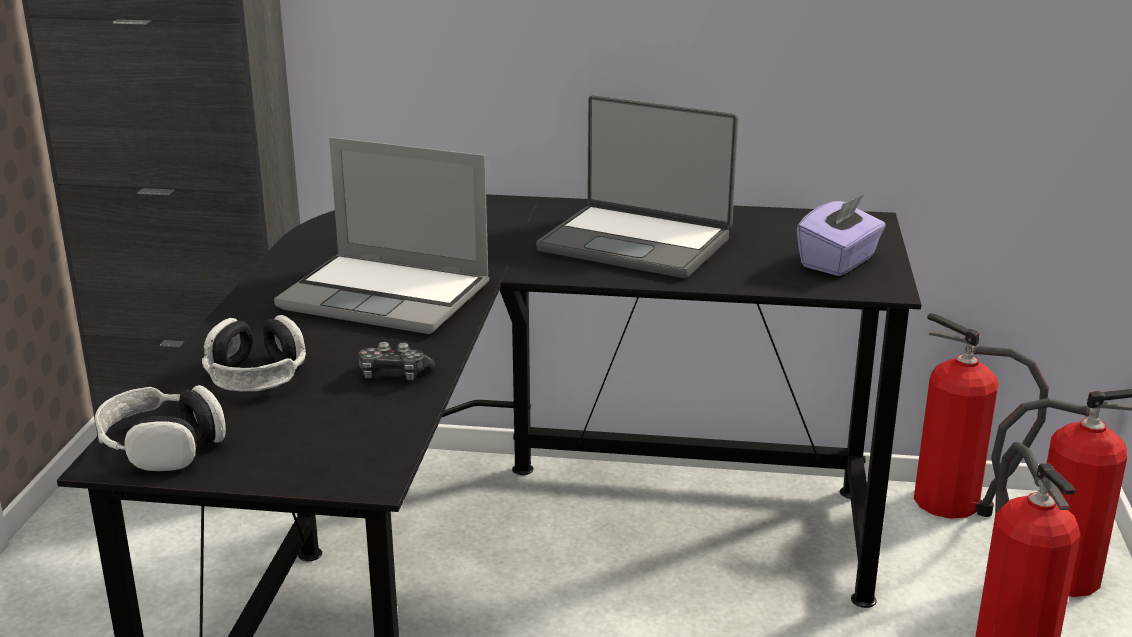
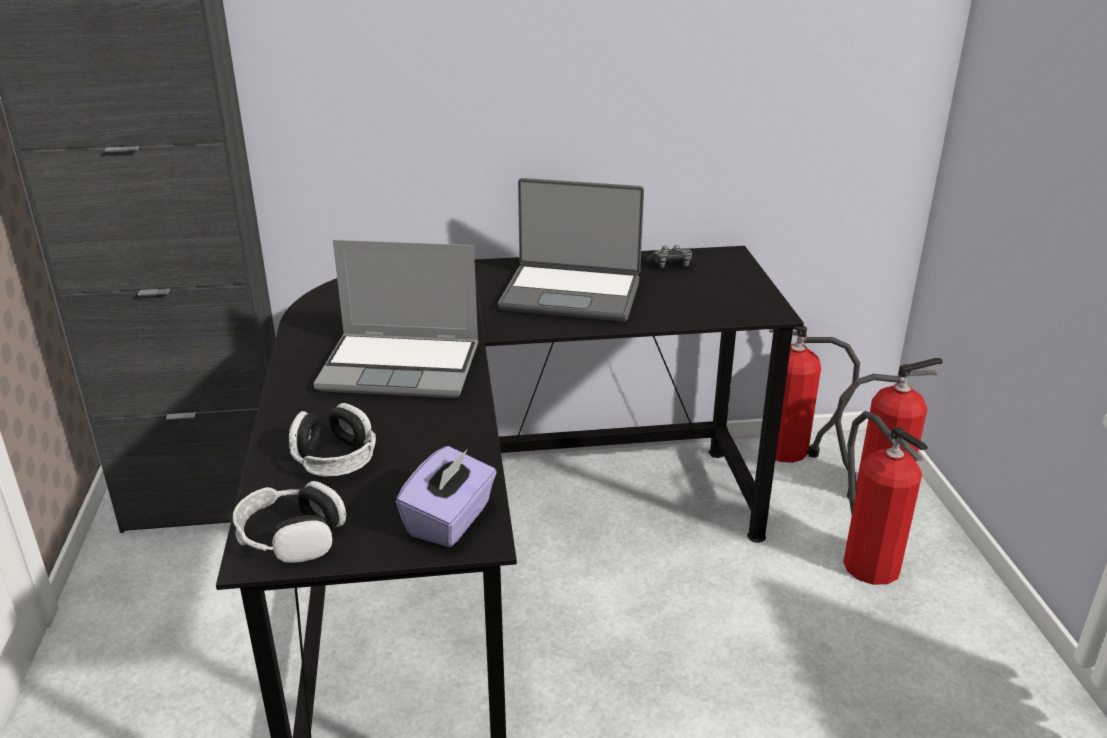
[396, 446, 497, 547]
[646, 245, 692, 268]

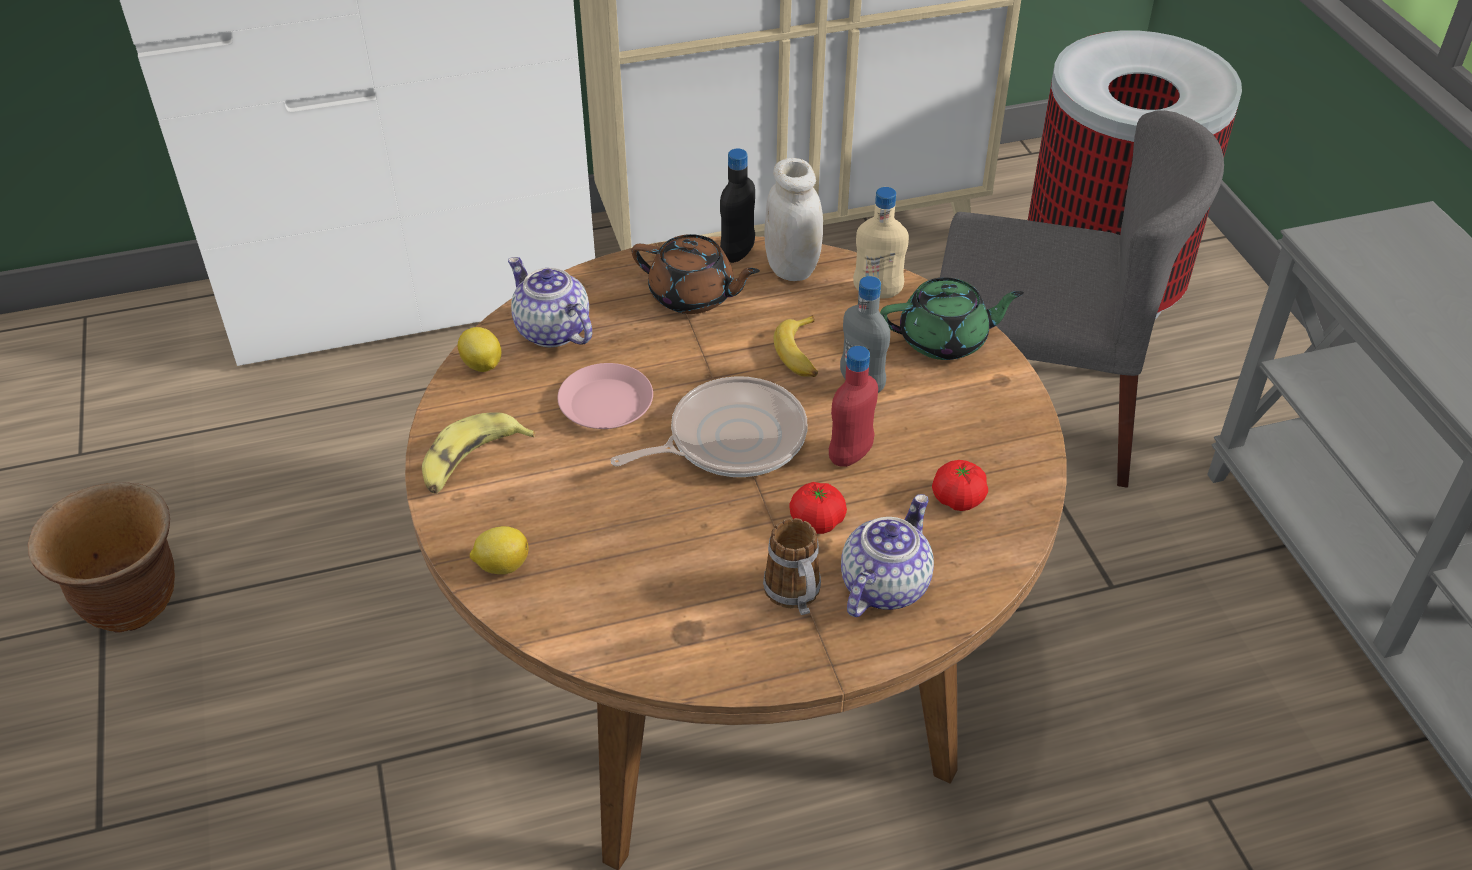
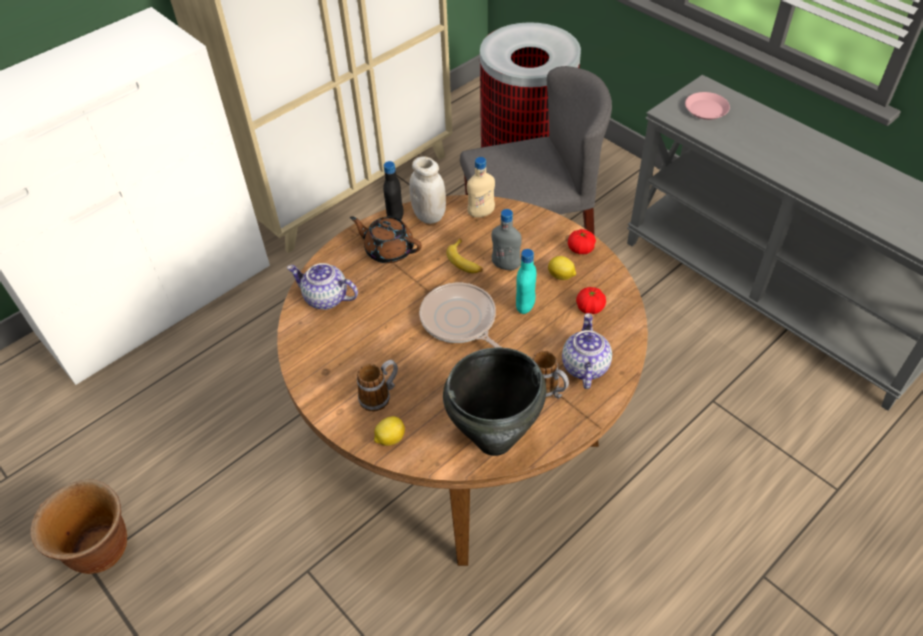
[350, 216, 422, 263]
[357, 360, 398, 412]
[419, 283, 502, 348]
[443, 348, 546, 456]
[516, 249, 536, 314]
[548, 256, 576, 280]
[568, 229, 596, 254]
[685, 92, 730, 120]
[422, 412, 535, 493] (first image)
[880, 278, 1024, 360] (first image)

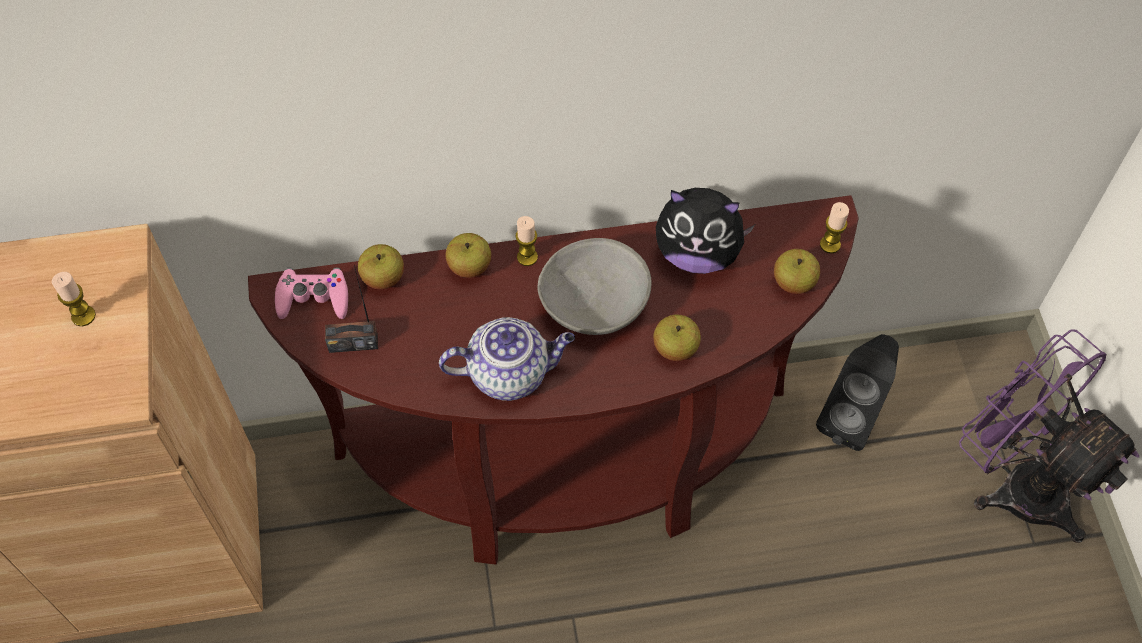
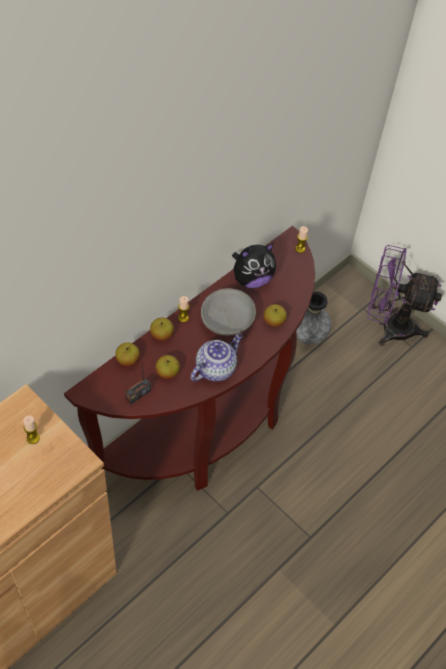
[156, 355, 180, 379]
[296, 291, 331, 344]
[275, 267, 348, 319] (first image)

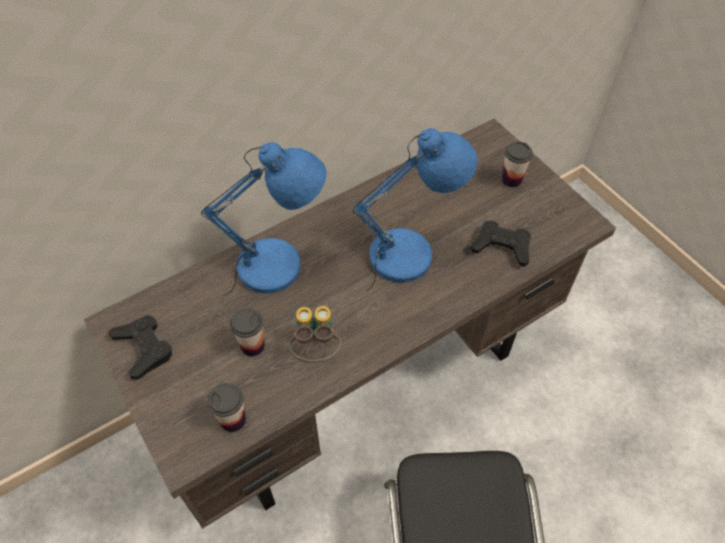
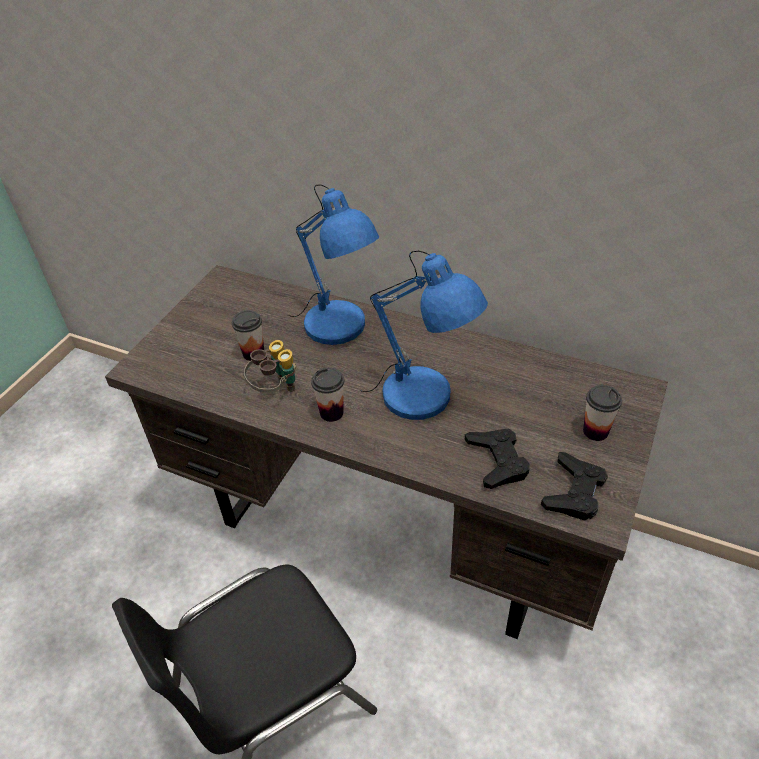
[311, 367, 344, 422]
[541, 452, 608, 520]

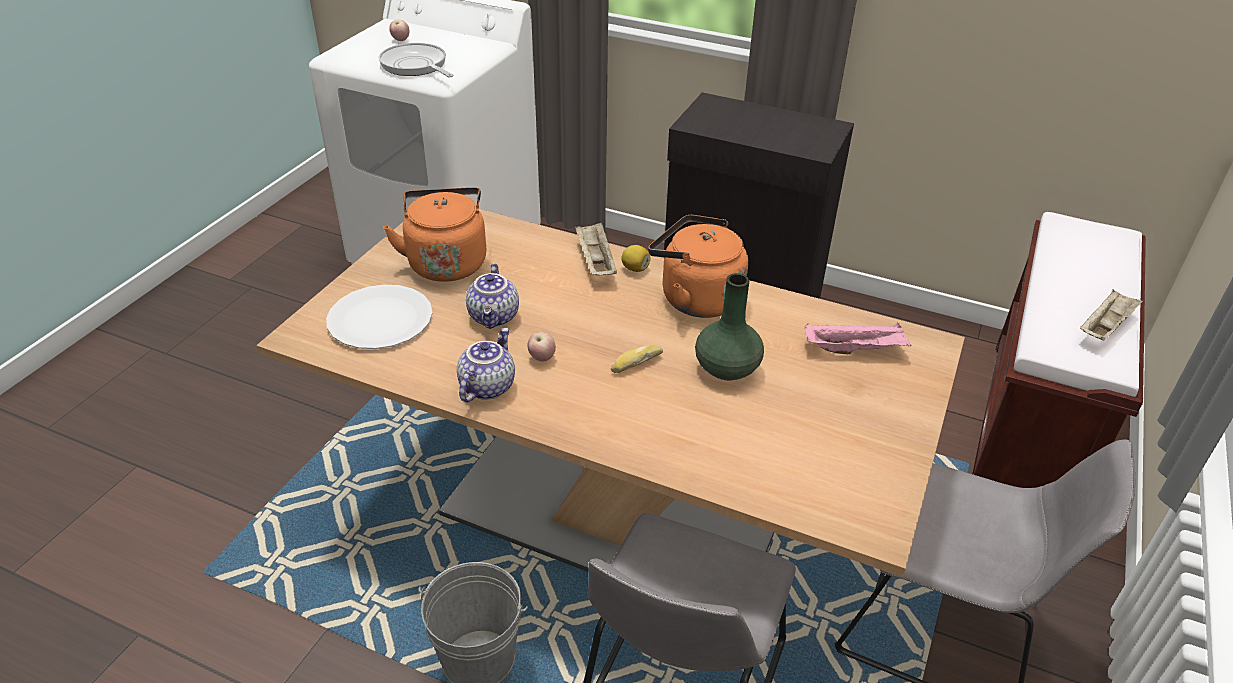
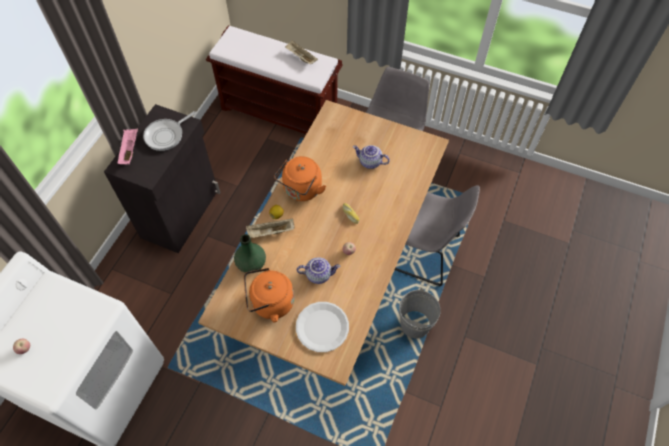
[117, 128, 138, 165]
[143, 111, 196, 151]
[234, 234, 266, 273]
[353, 145, 390, 169]

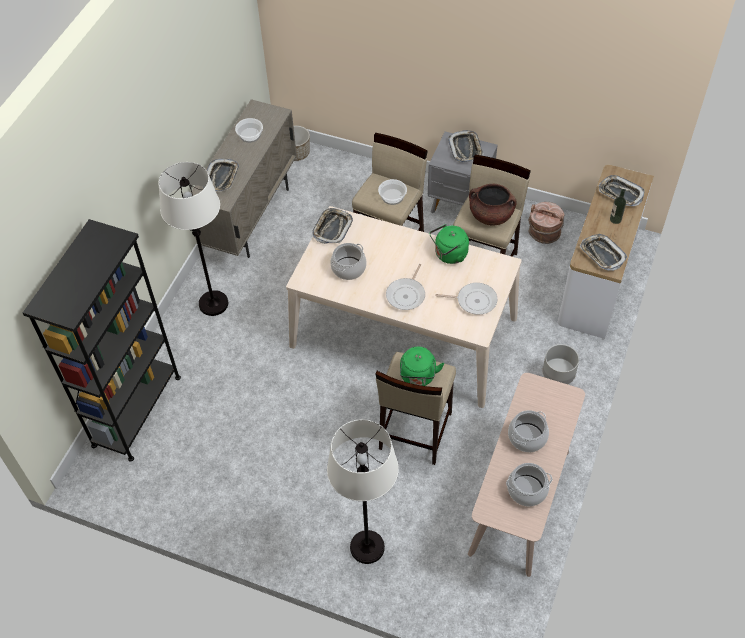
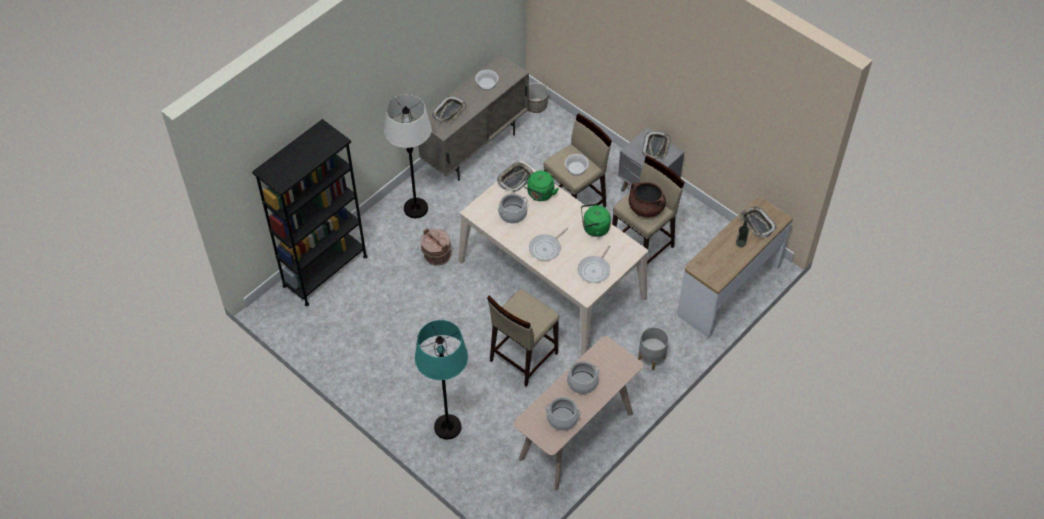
[415, 320, 468, 440]
[420, 228, 452, 266]
[524, 171, 559, 201]
[578, 245, 610, 283]
[580, 234, 627, 271] (first image)

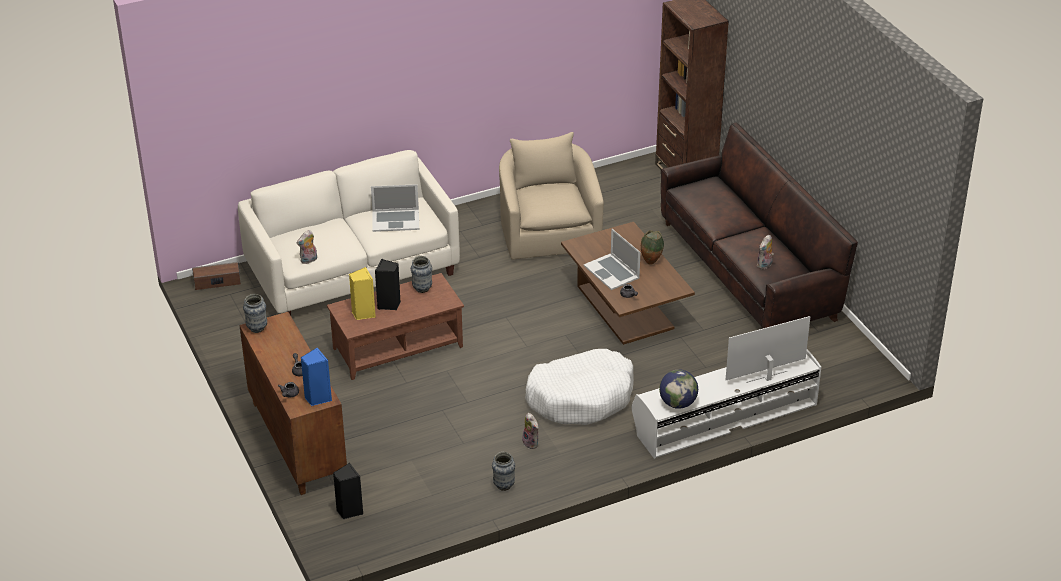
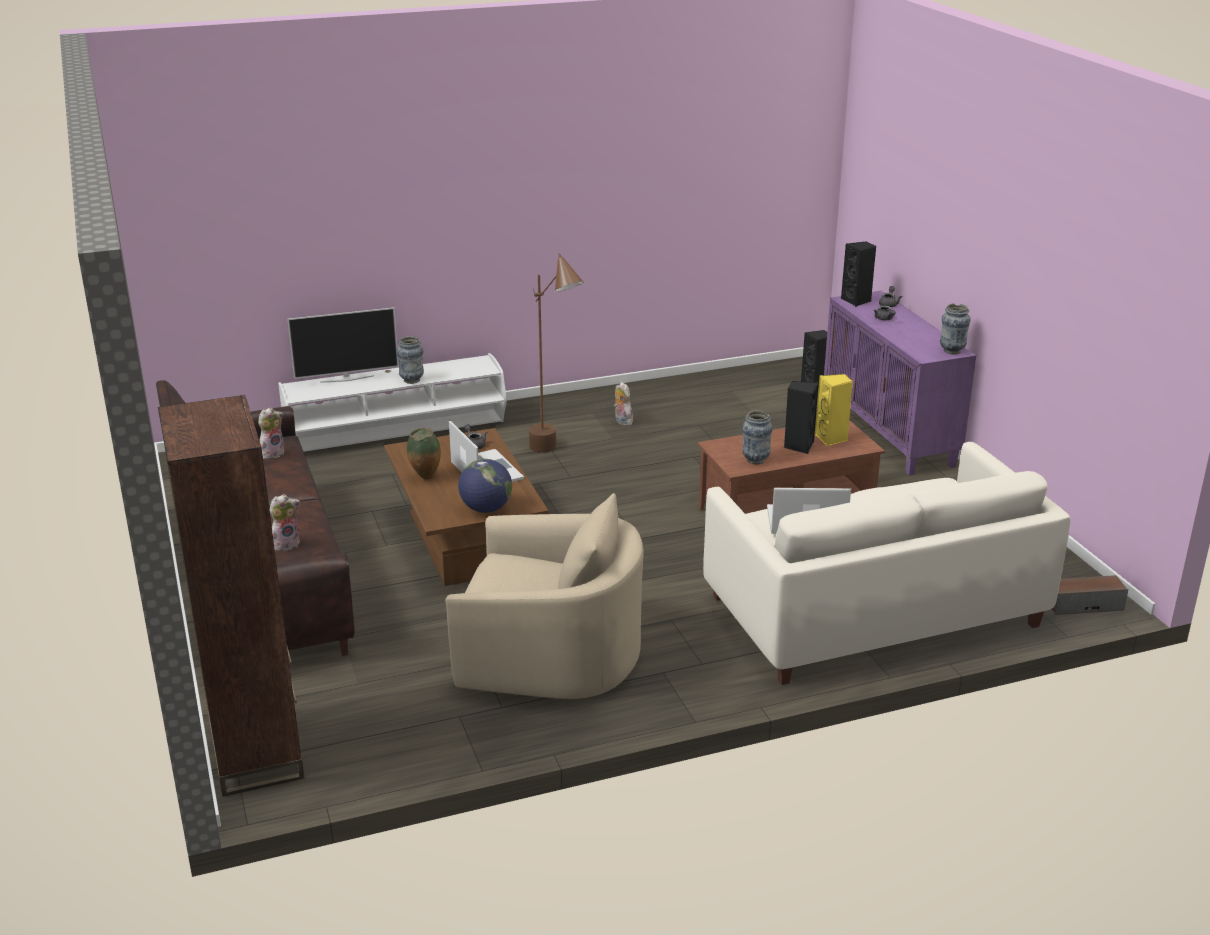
[270, 494, 300, 551]
[397, 336, 424, 384]
[445, 493, 644, 699]
[458, 459, 512, 513]
[529, 253, 583, 453]
[824, 291, 976, 476]
[841, 241, 876, 307]

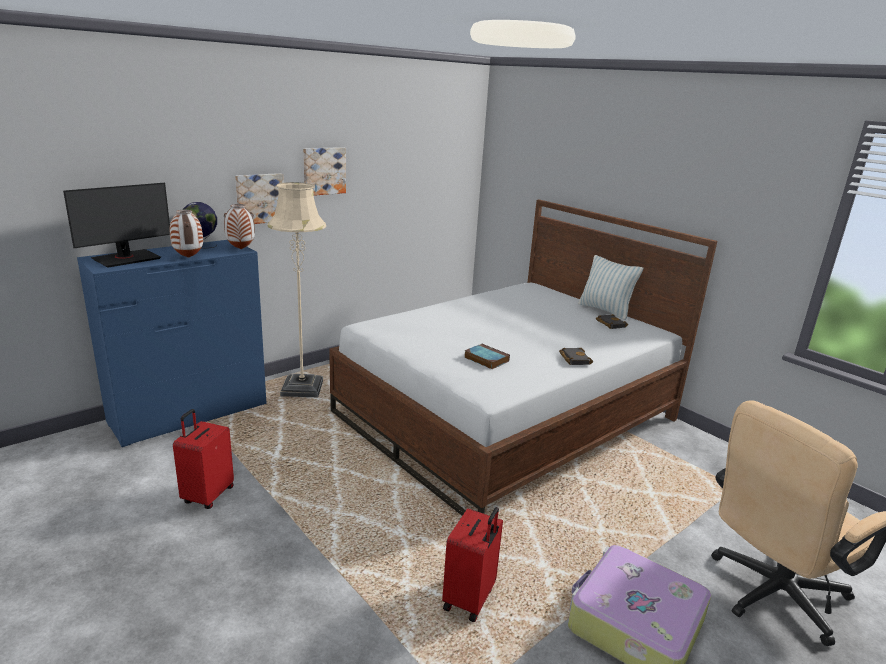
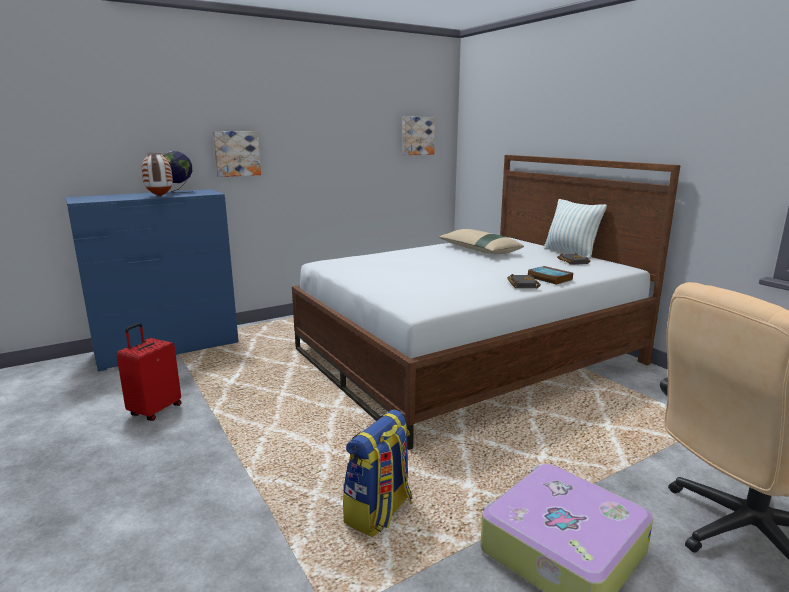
[343, 409, 412, 537]
[402, 117, 435, 155]
[439, 229, 524, 254]
[528, 266, 573, 285]
[63, 183, 170, 267] (first image)
[224, 204, 255, 249] (first image)
[268, 182, 326, 397] (first image)

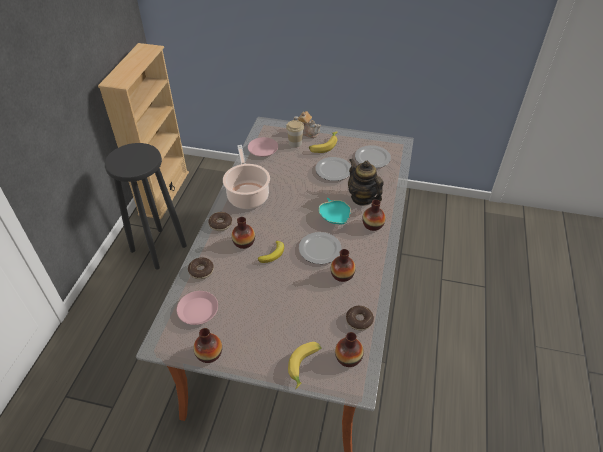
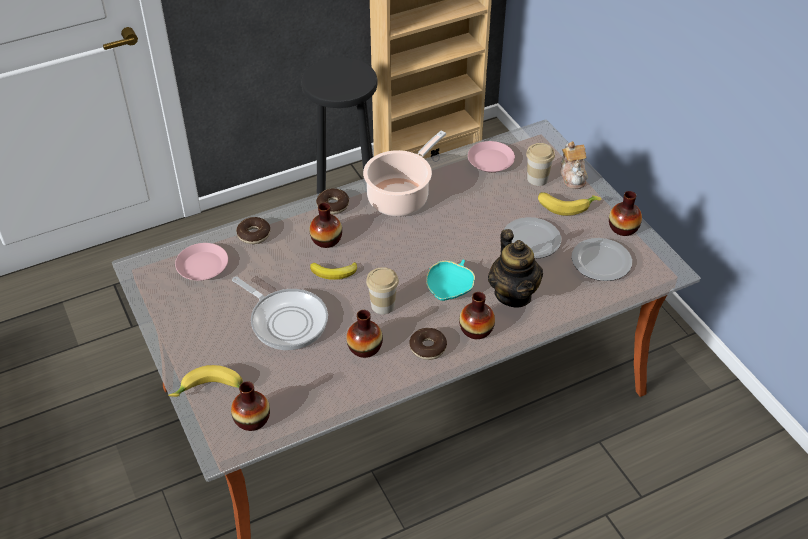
[232, 276, 328, 350]
[366, 267, 399, 314]
[409, 328, 447, 360]
[488, 229, 543, 308]
[609, 191, 642, 236]

